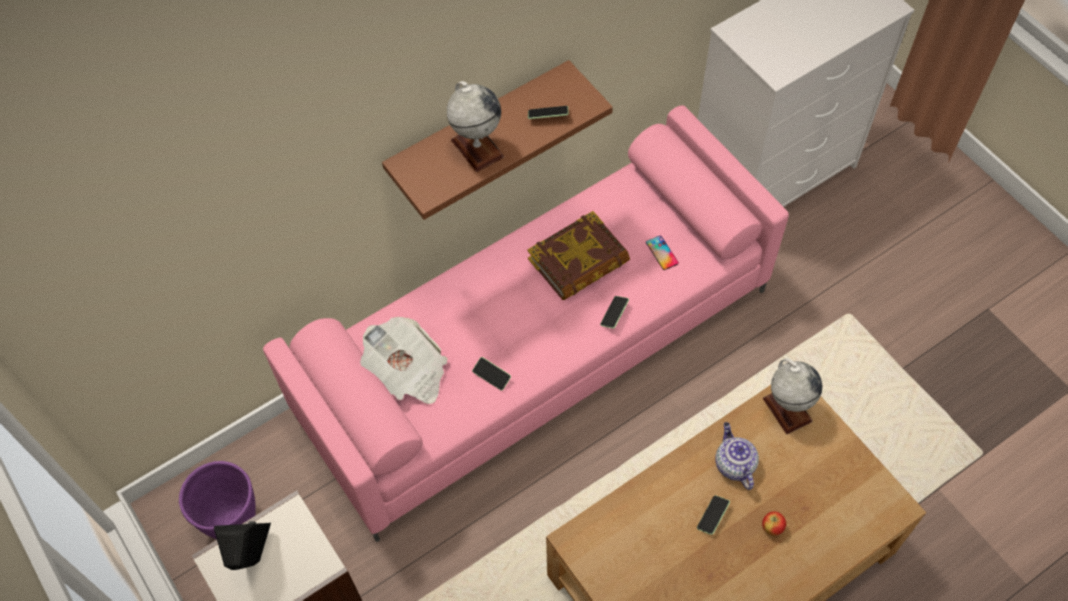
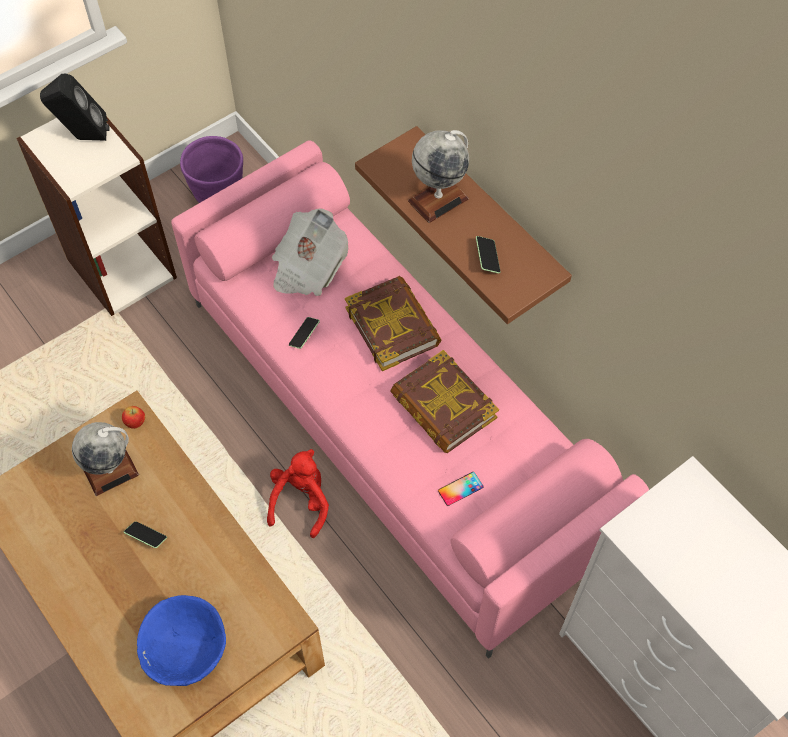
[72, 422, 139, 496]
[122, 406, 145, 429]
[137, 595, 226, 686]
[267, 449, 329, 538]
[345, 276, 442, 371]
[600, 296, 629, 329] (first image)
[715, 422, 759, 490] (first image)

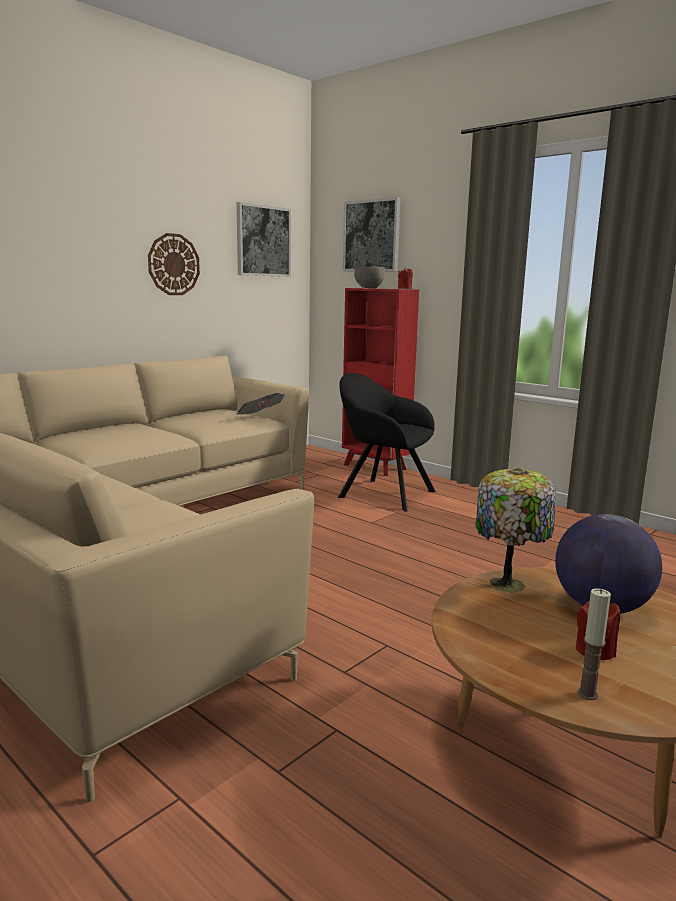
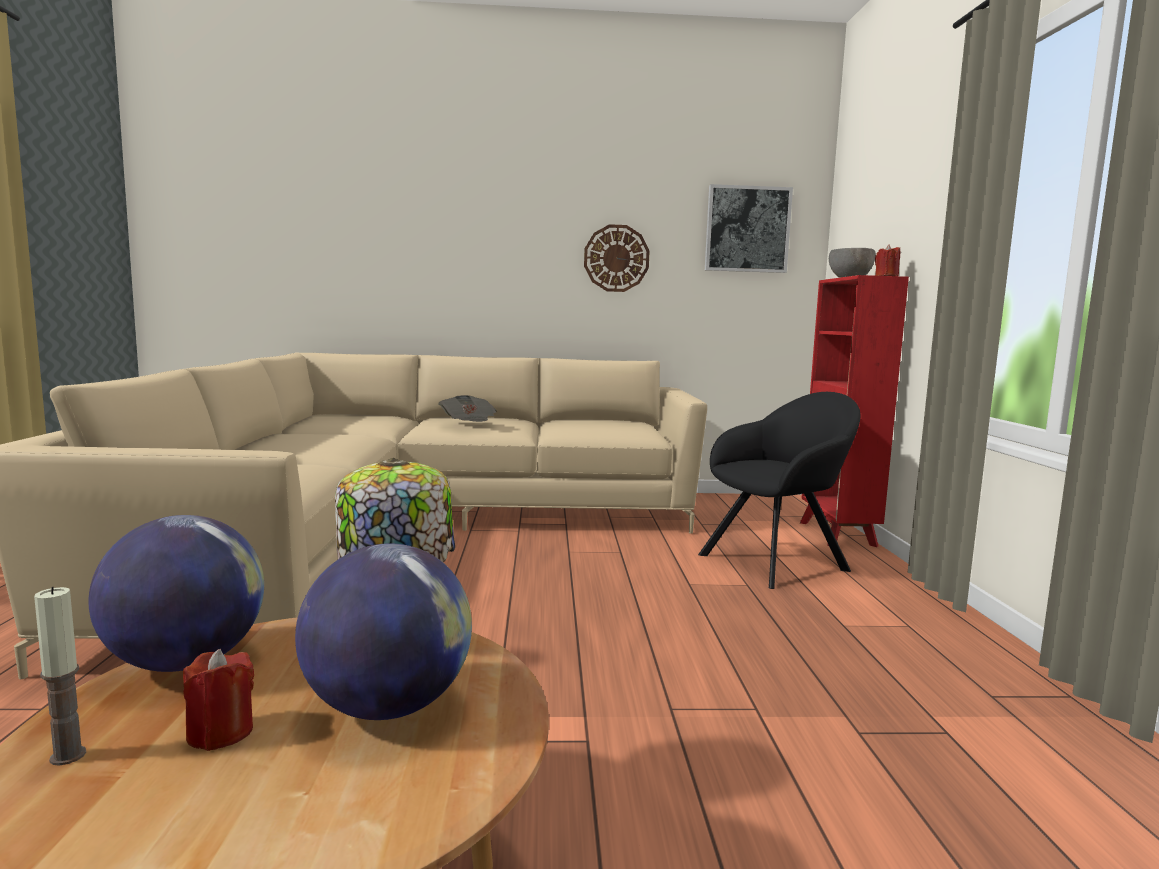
[88, 515, 264, 672]
[438, 395, 497, 422]
[698, 392, 861, 589]
[343, 197, 401, 271] (first image)

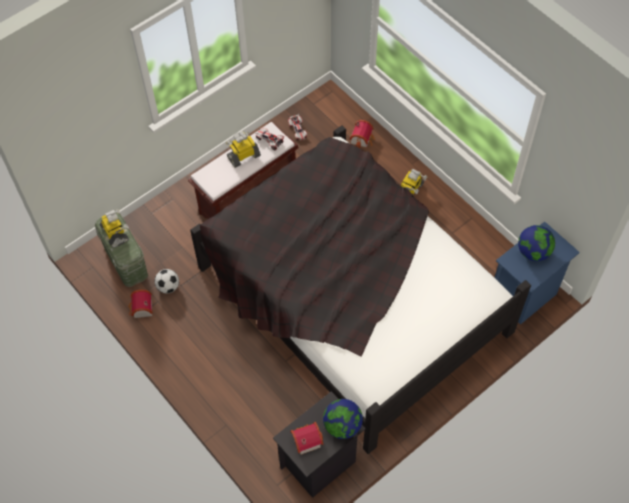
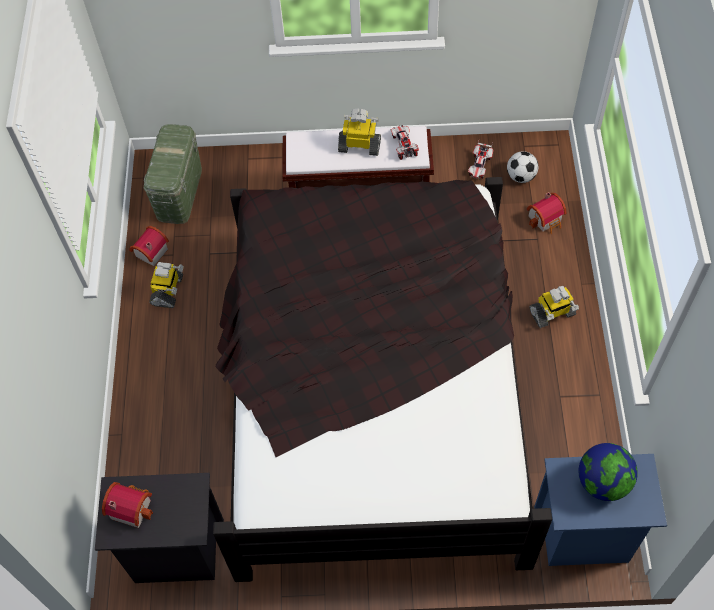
[149, 262, 184, 308]
[507, 151, 539, 183]
[323, 399, 363, 439] (first image)

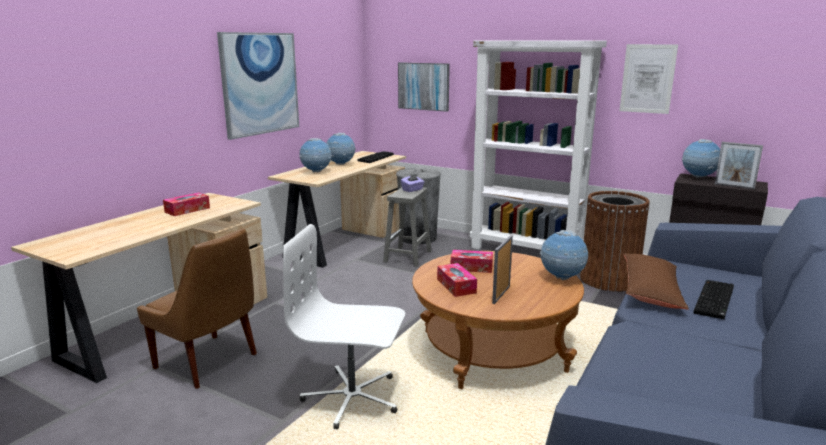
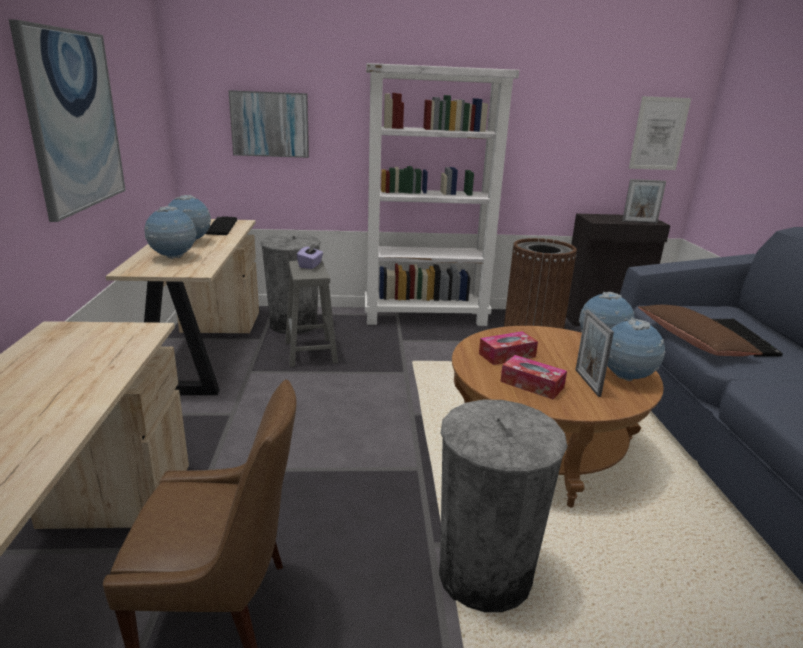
[439, 400, 567, 612]
[607, 318, 666, 381]
[629, 96, 691, 170]
[163, 193, 210, 216] (first image)

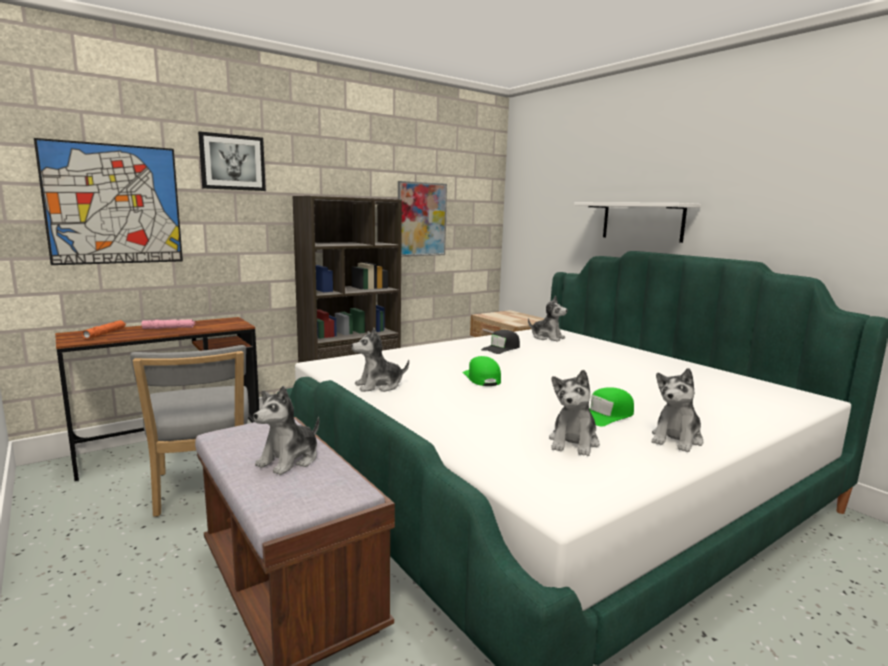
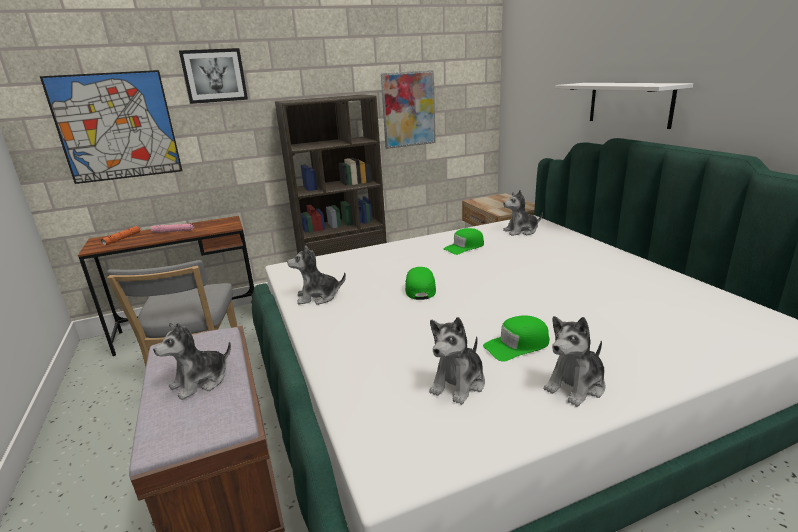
[443, 228, 484, 255]
[503, 190, 543, 236]

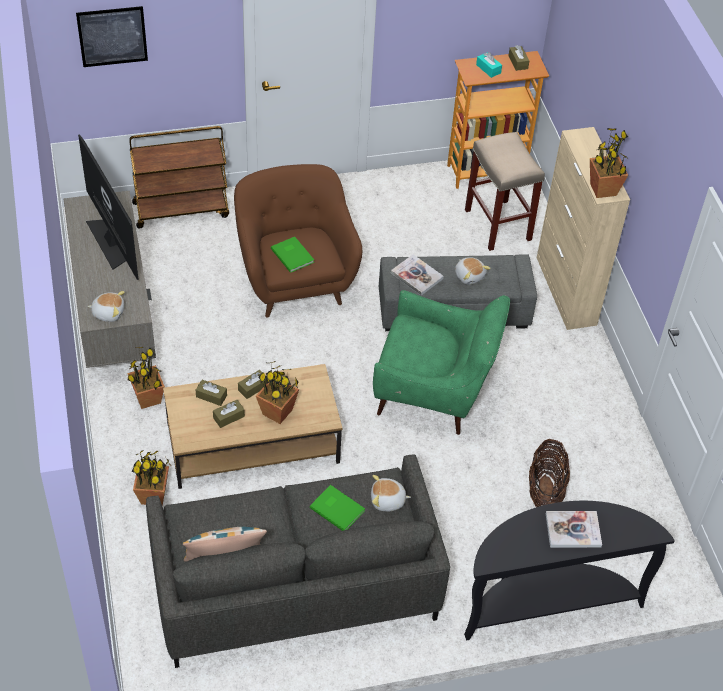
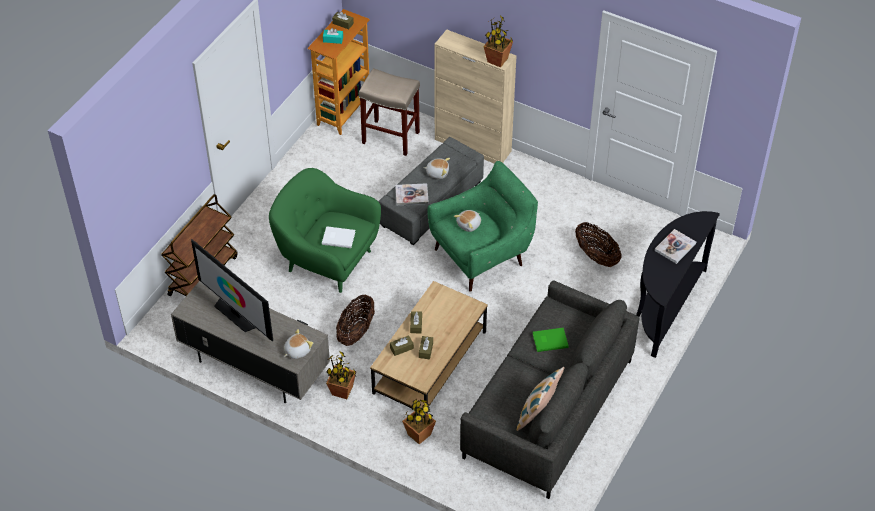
[191, 239, 273, 342]
[269, 168, 381, 293]
[322, 226, 355, 248]
[336, 294, 375, 346]
[454, 210, 481, 232]
[76, 6, 148, 67] (first image)
[256, 361, 299, 424] (first image)

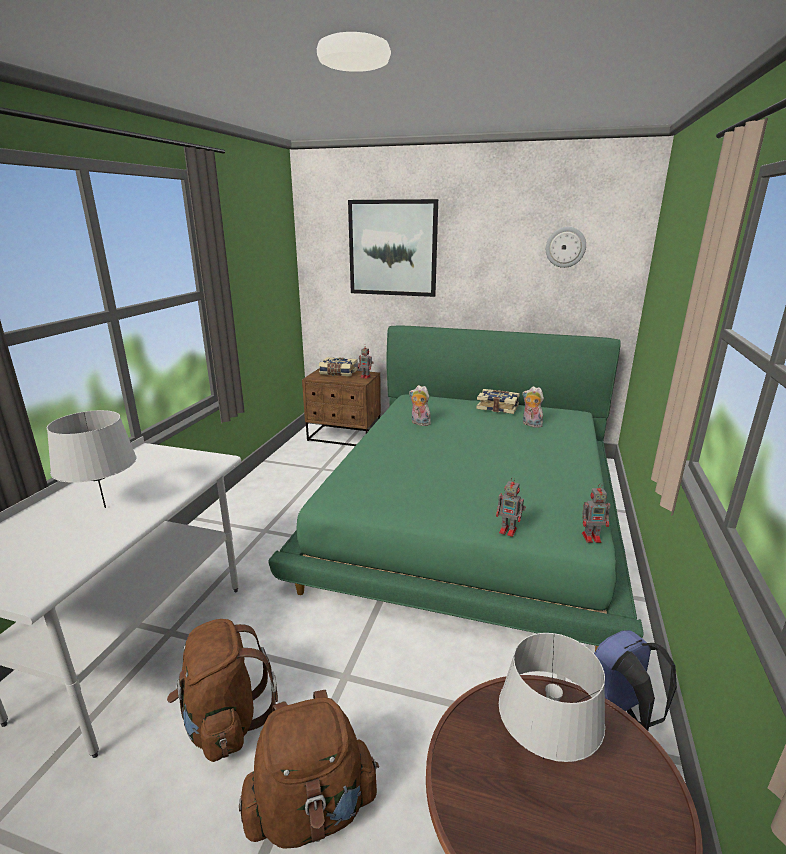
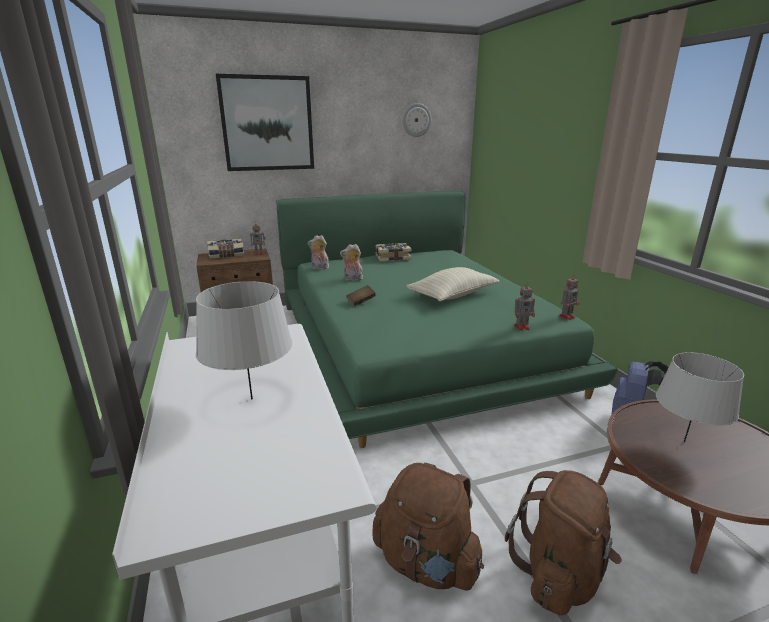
[307, 235, 329, 270]
[346, 285, 376, 306]
[407, 267, 499, 301]

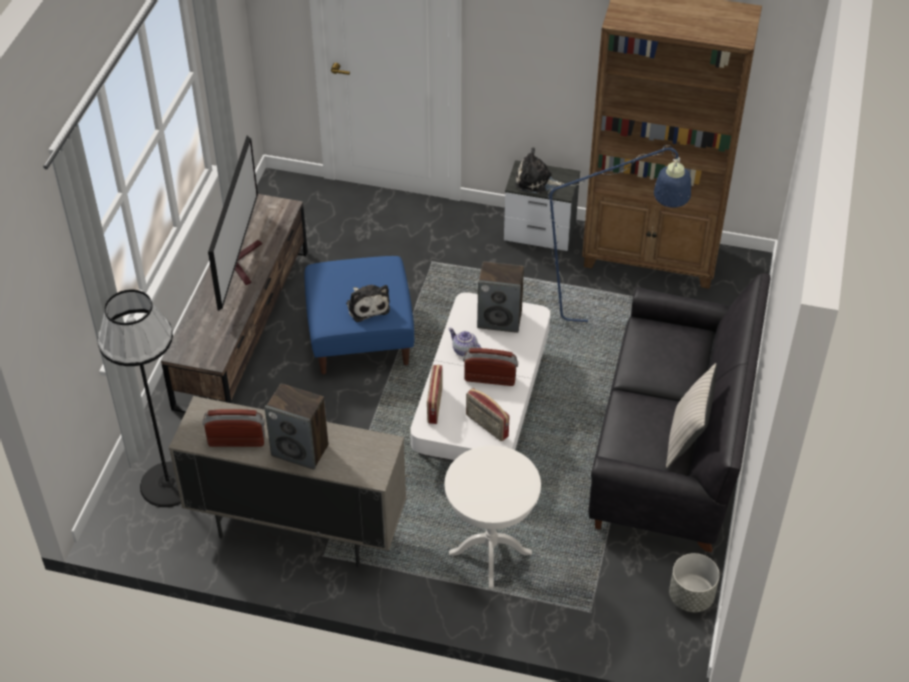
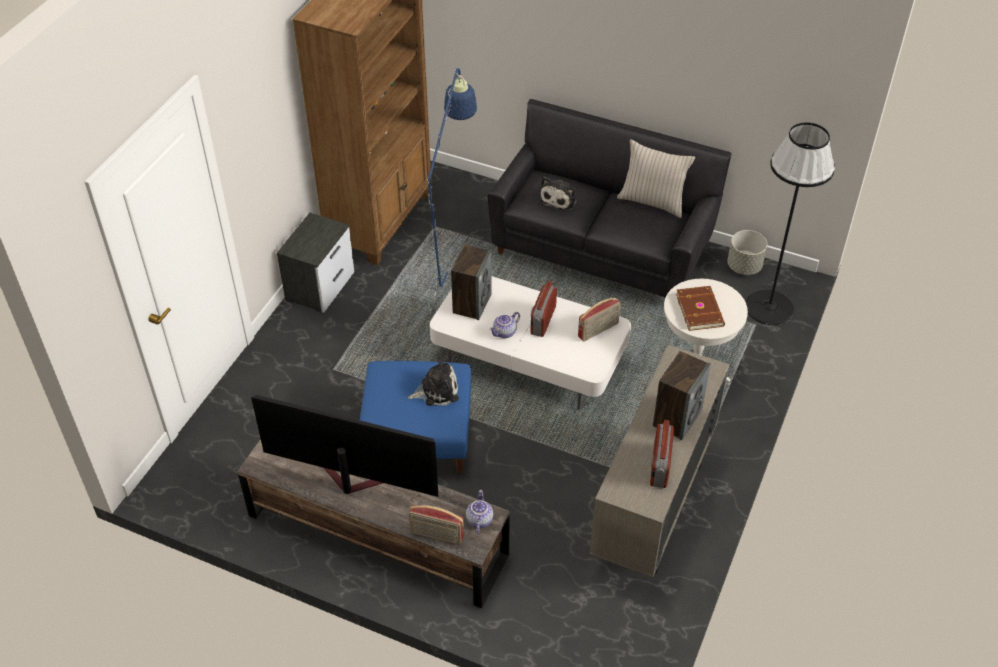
[409, 505, 464, 545]
[466, 490, 493, 533]
[539, 177, 578, 212]
[676, 286, 725, 331]
[746, 122, 835, 325]

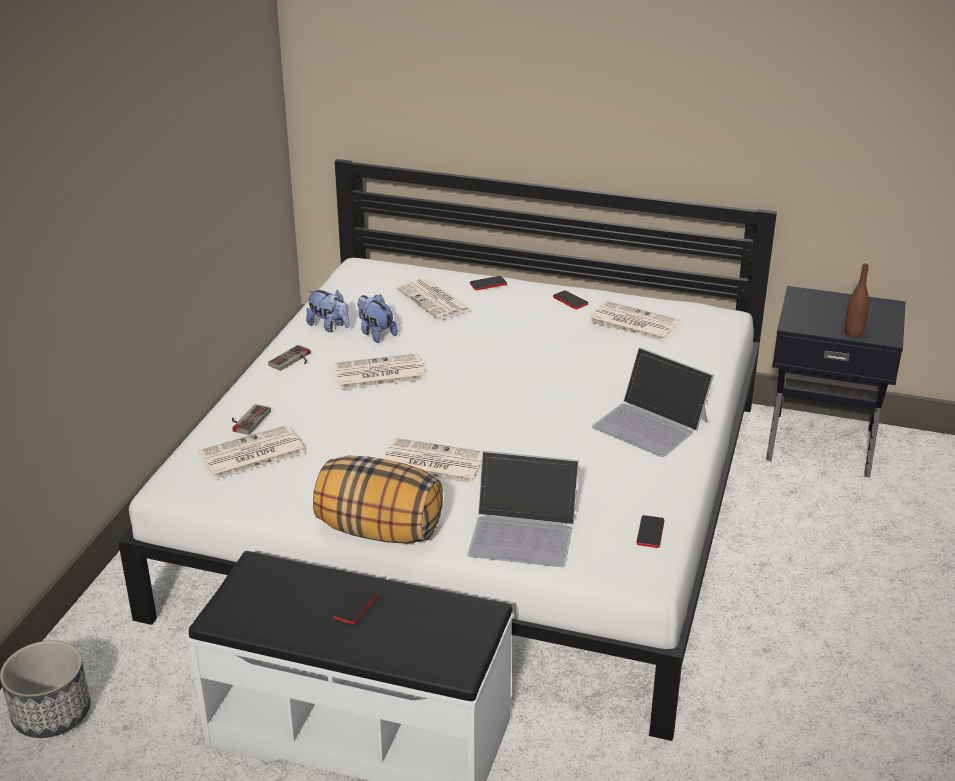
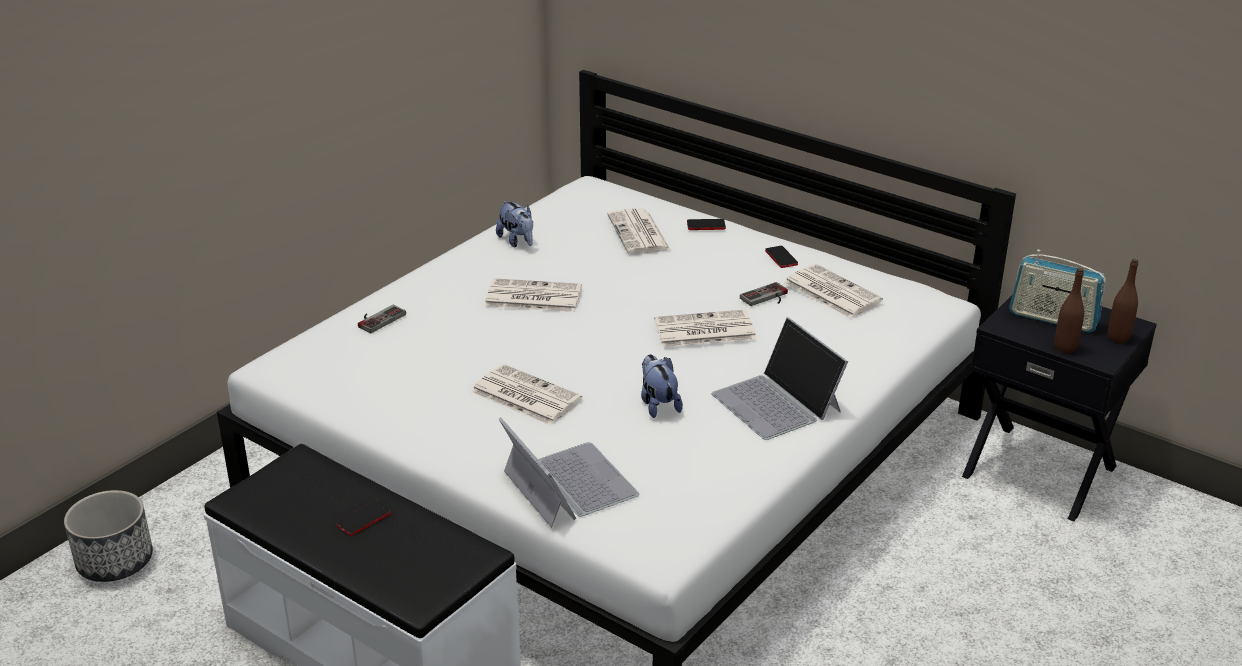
[499, 418, 639, 528]
[641, 354, 683, 418]
[654, 310, 756, 347]
[740, 282, 788, 306]
[1009, 249, 1106, 333]
[1108, 259, 1138, 343]
[313, 456, 443, 544] (first image)
[637, 515, 664, 548] (first image)

